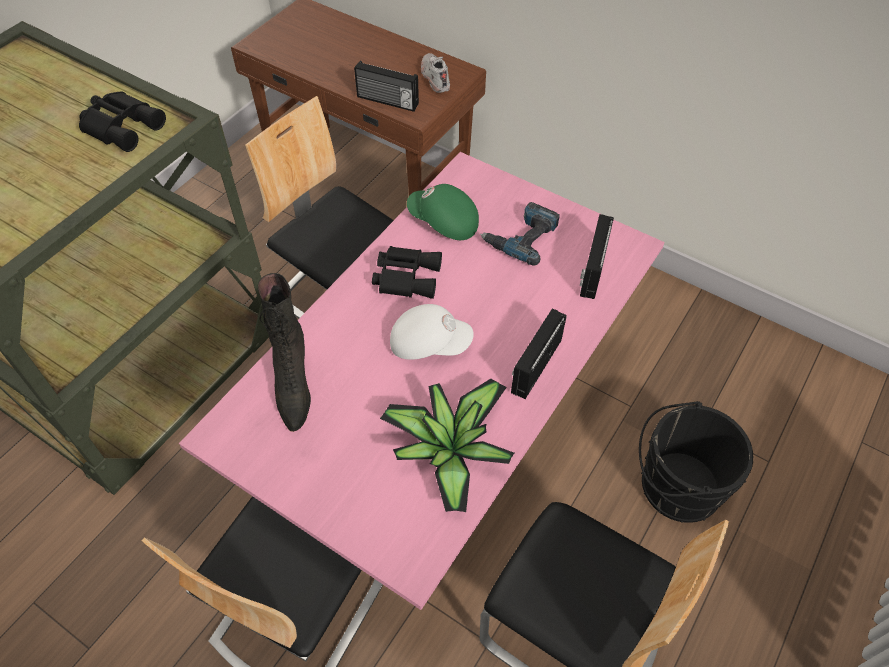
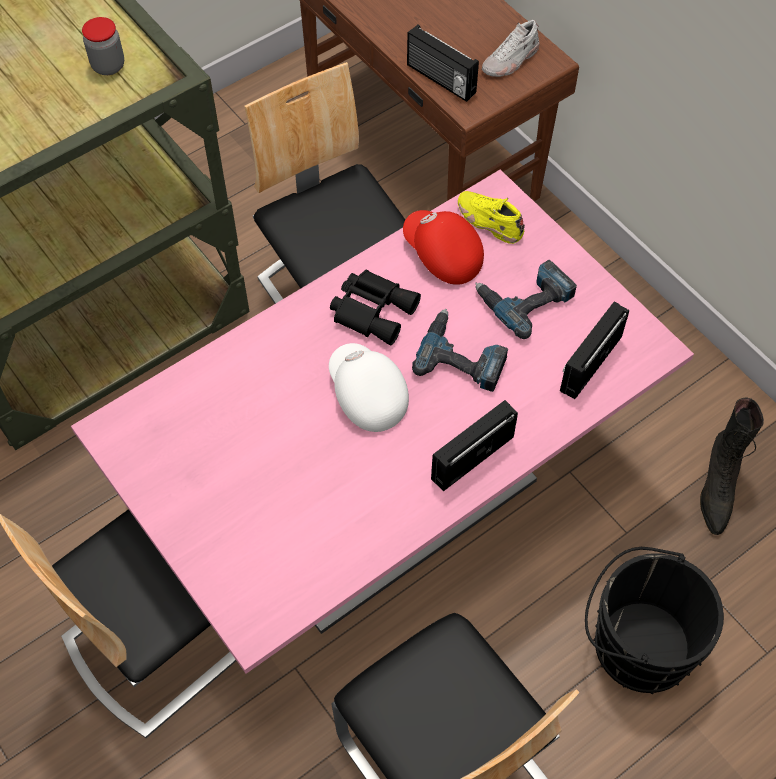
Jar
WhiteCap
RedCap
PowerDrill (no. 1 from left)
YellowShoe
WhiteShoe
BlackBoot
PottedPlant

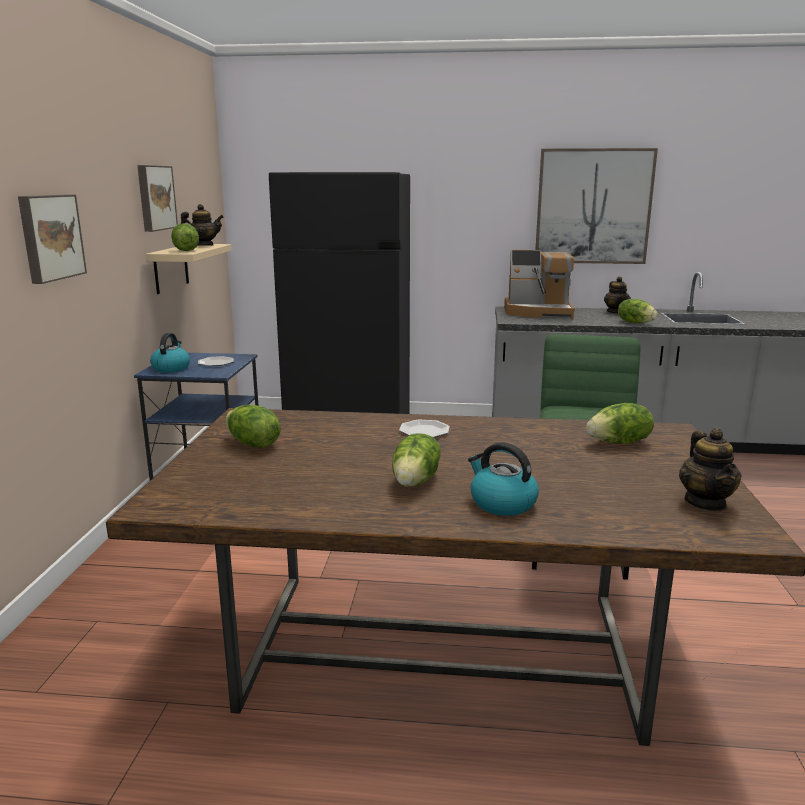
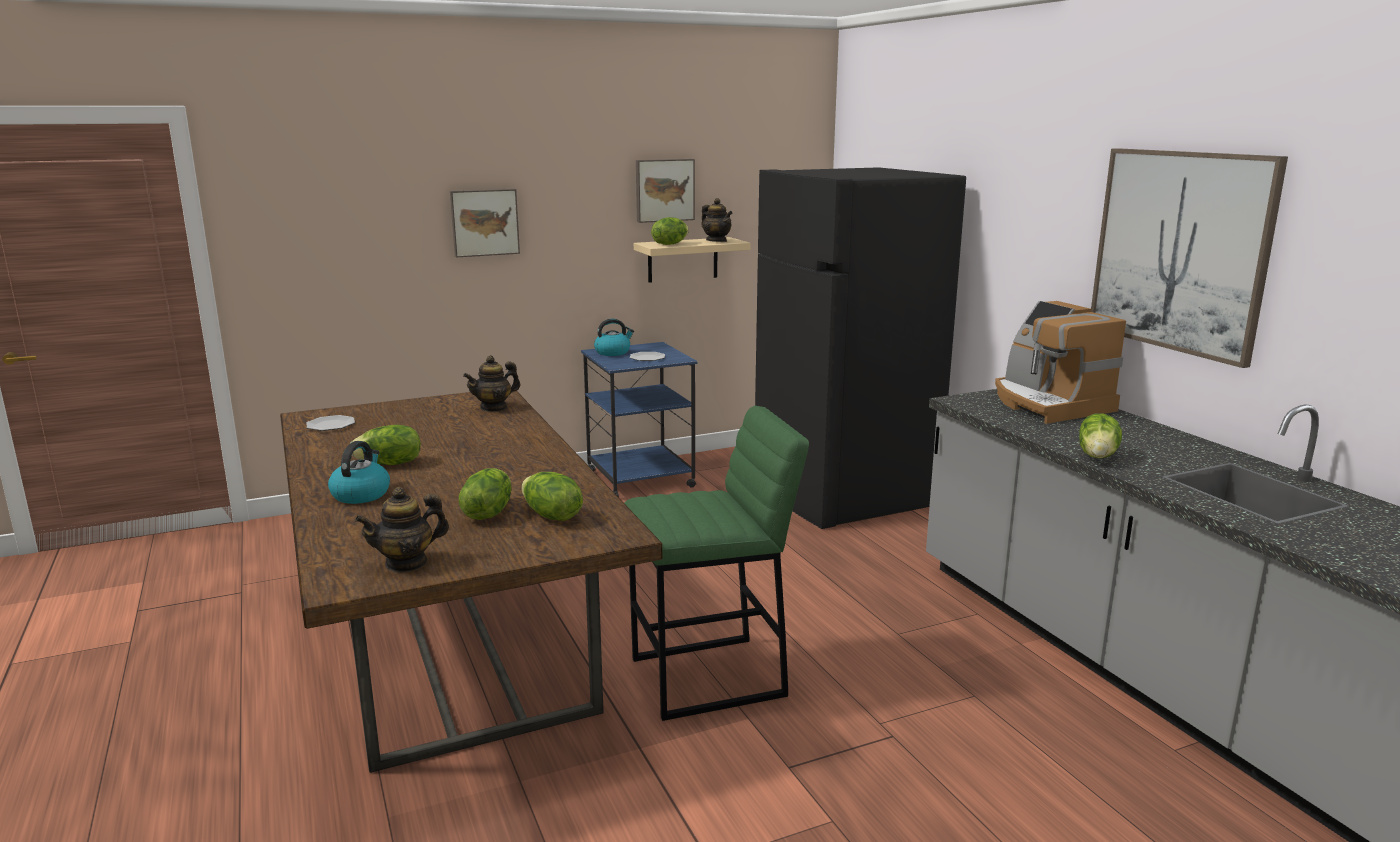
Plate (no. 1 from left)
Lettuce (no. 2 from left)
Teapot (no. 2 from left)

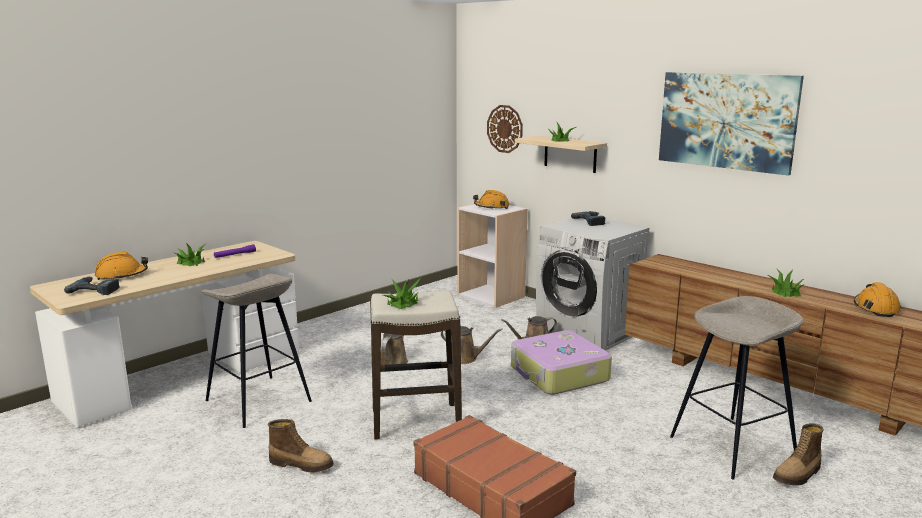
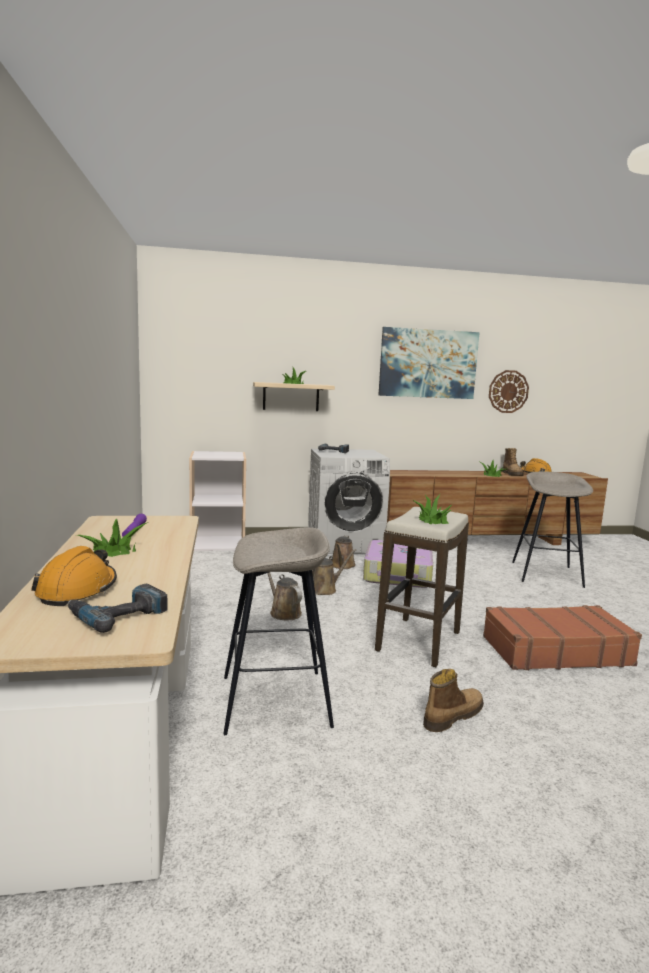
WallClock
Boot (no. 2 from left)
OrangeHardHat (no. 2 from left in the first image)

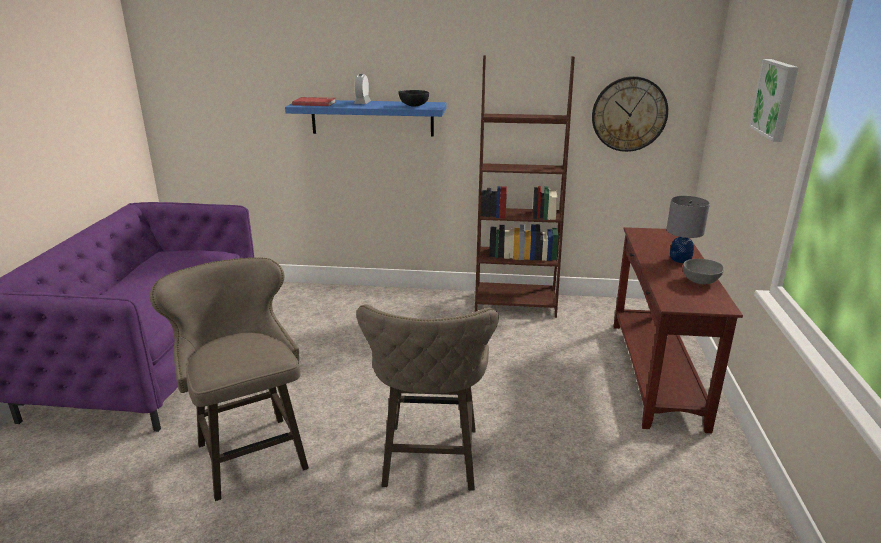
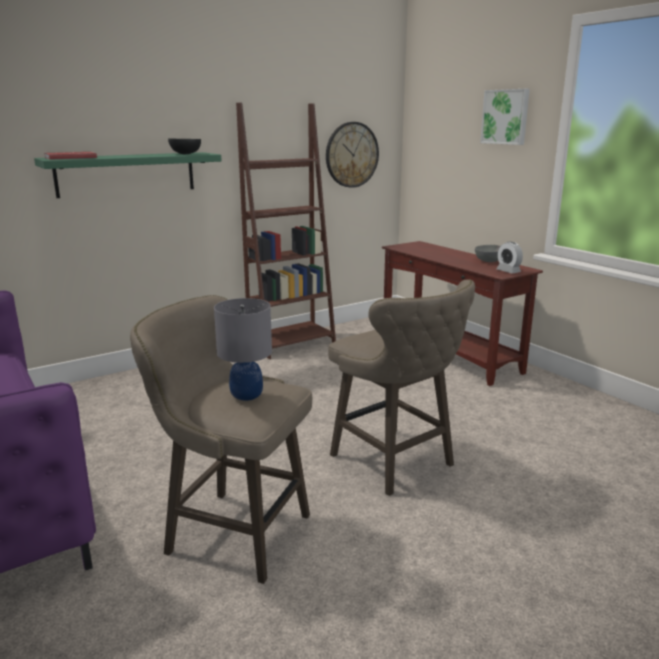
GreenShelf
GreyTableLamp
AlarmClock

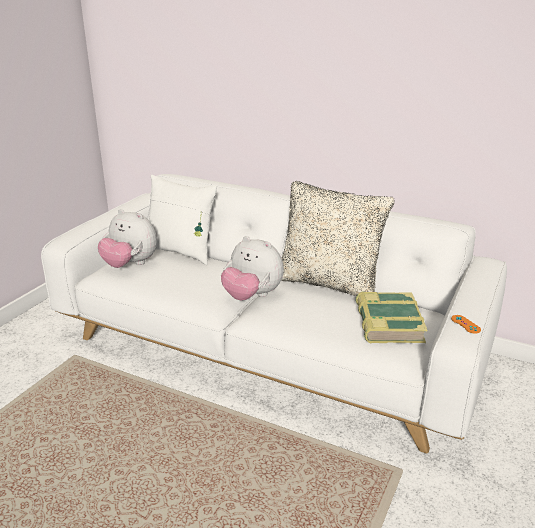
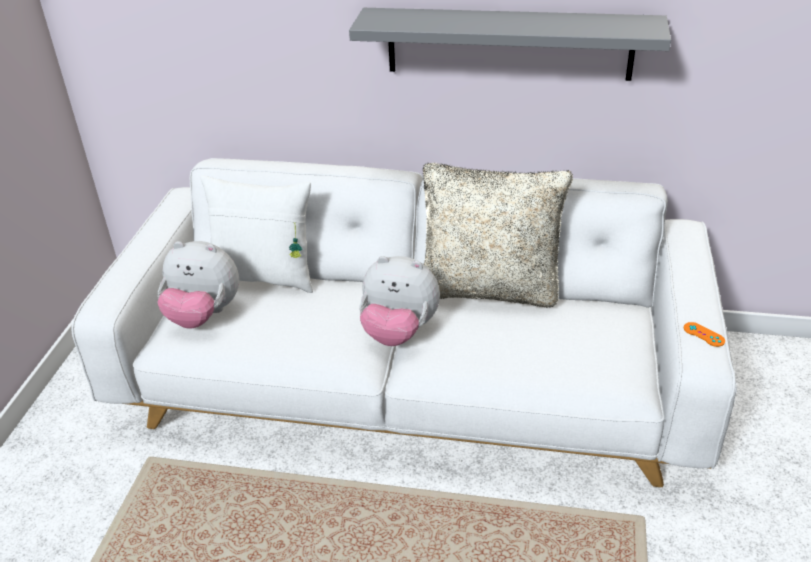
GreyShelf
Book

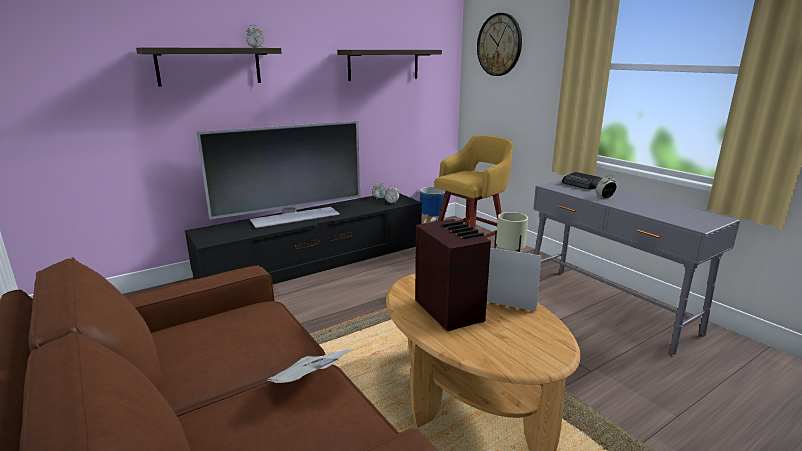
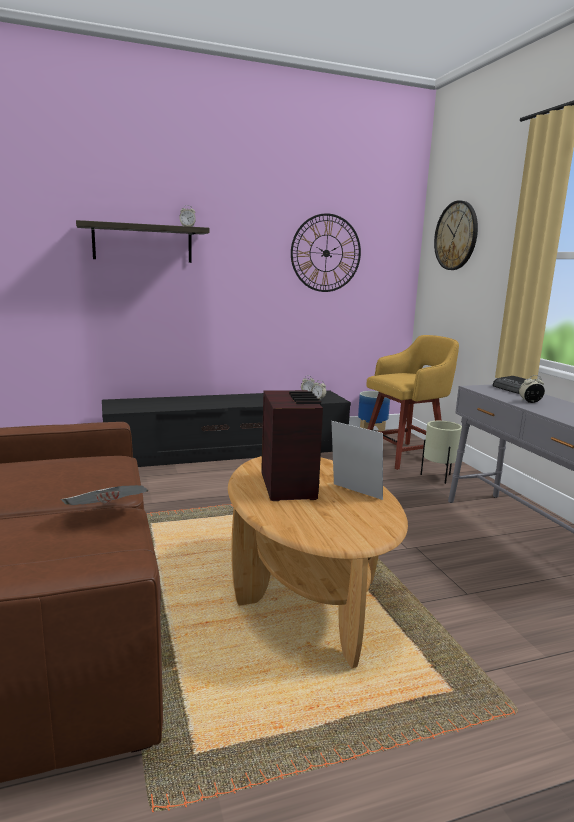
WallClock (no. 1 from left)
Television

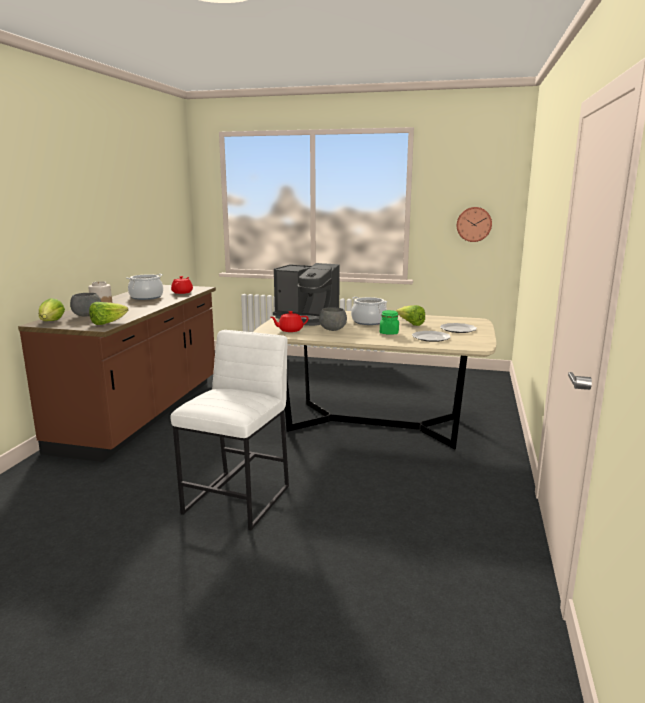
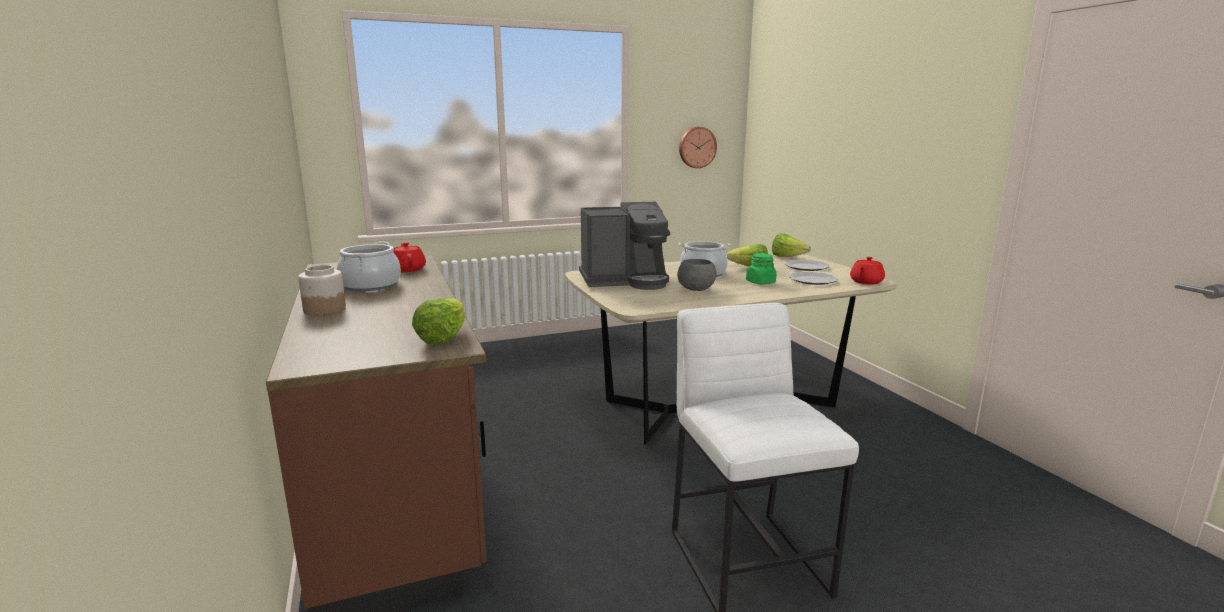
Lettuce (no. 3 from left)
RedTeapot (no. 2 from left)
GreyBowl (no. 1 from left in the first image)

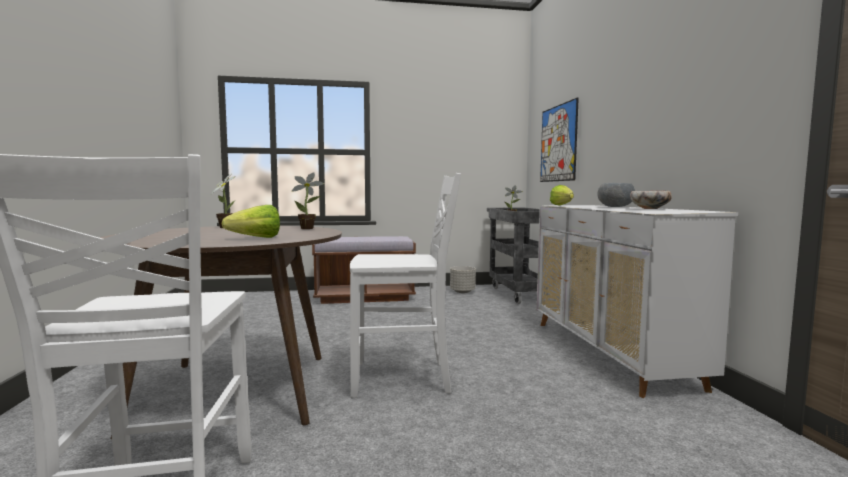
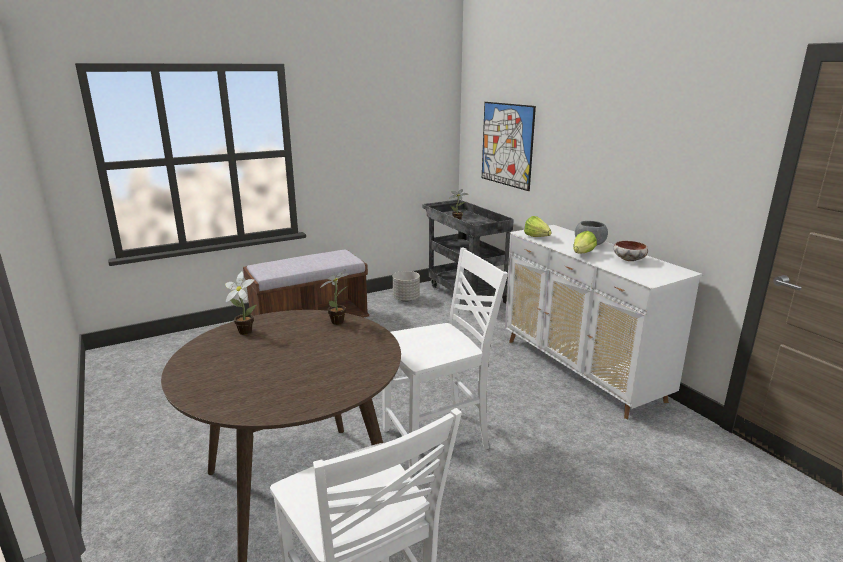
Lettuce (no. 2 from left)

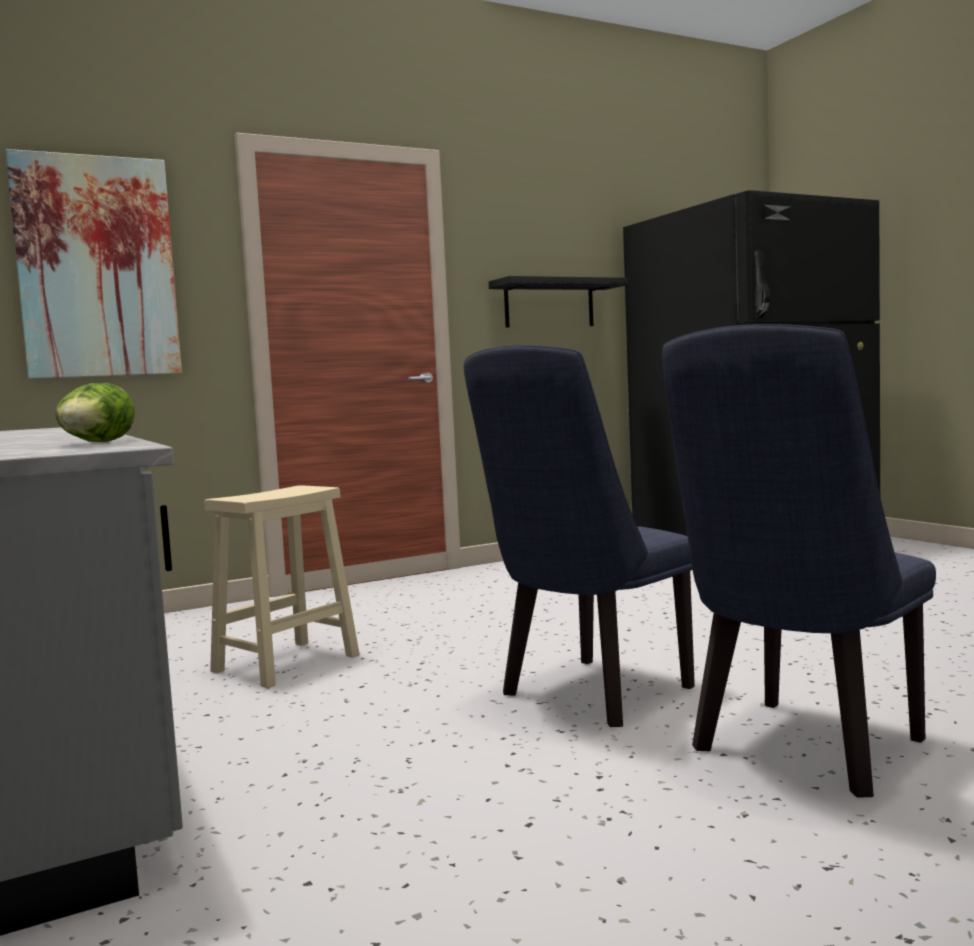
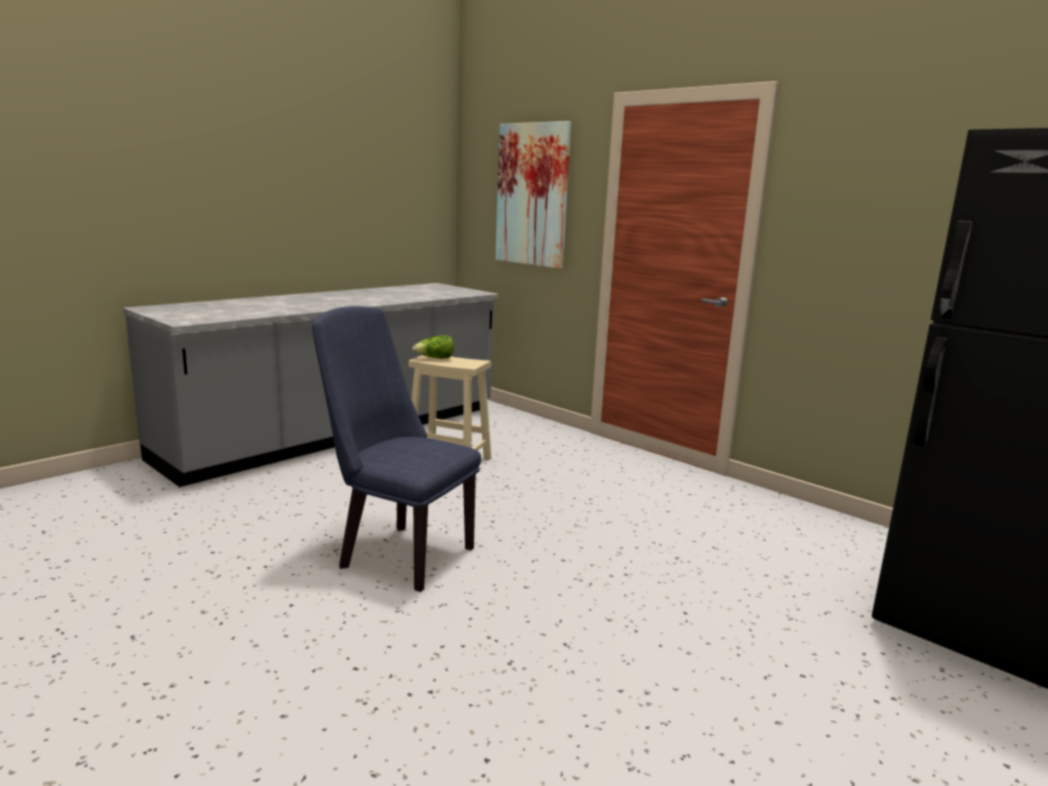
Lettuce
BlackShelf
BlueChair (no. 2 from left in the first image)

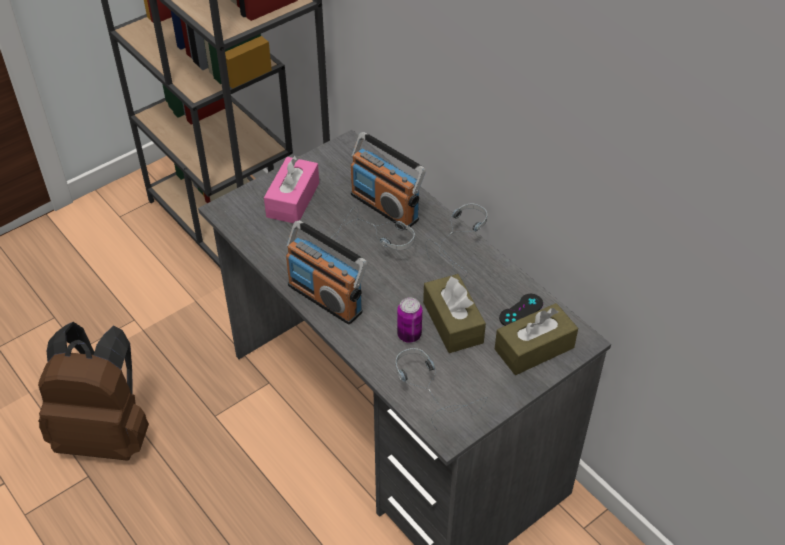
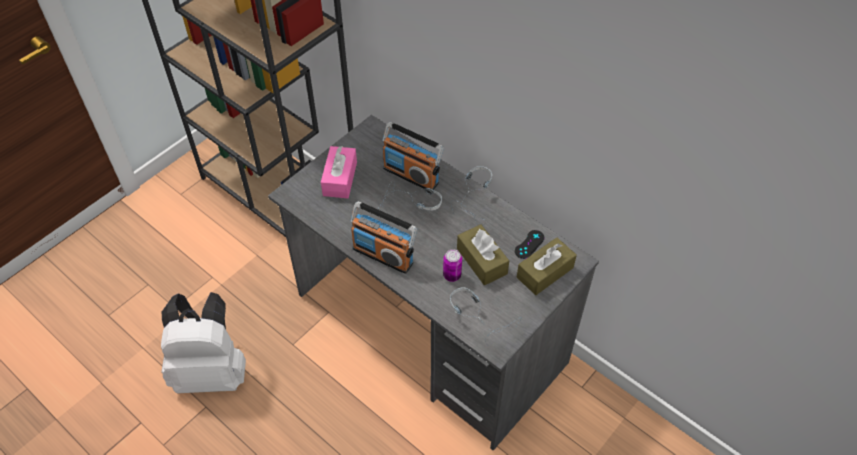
WhiteBackpack

